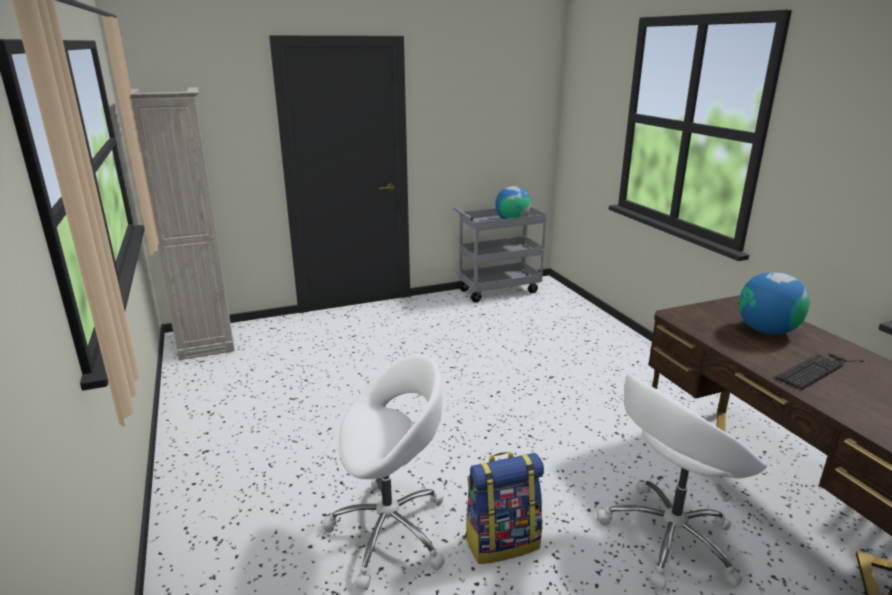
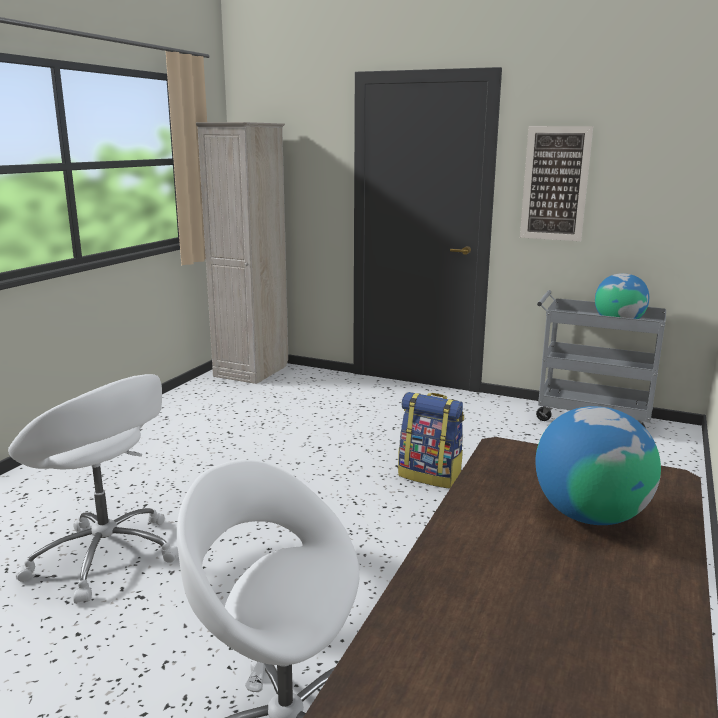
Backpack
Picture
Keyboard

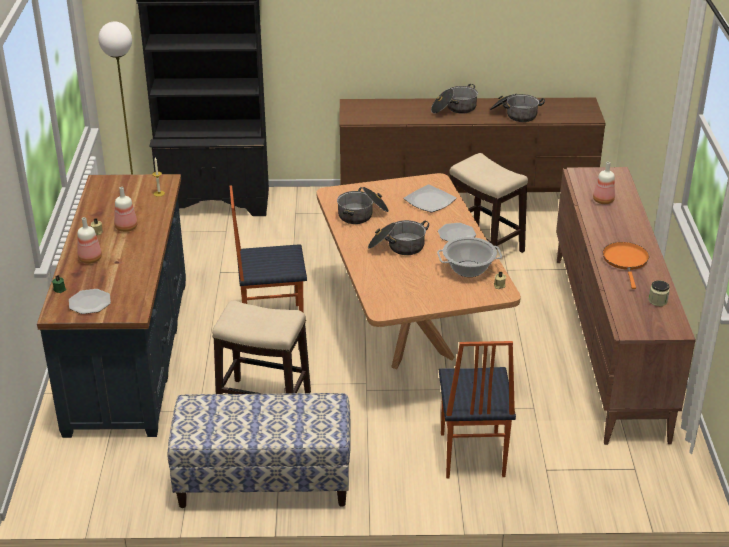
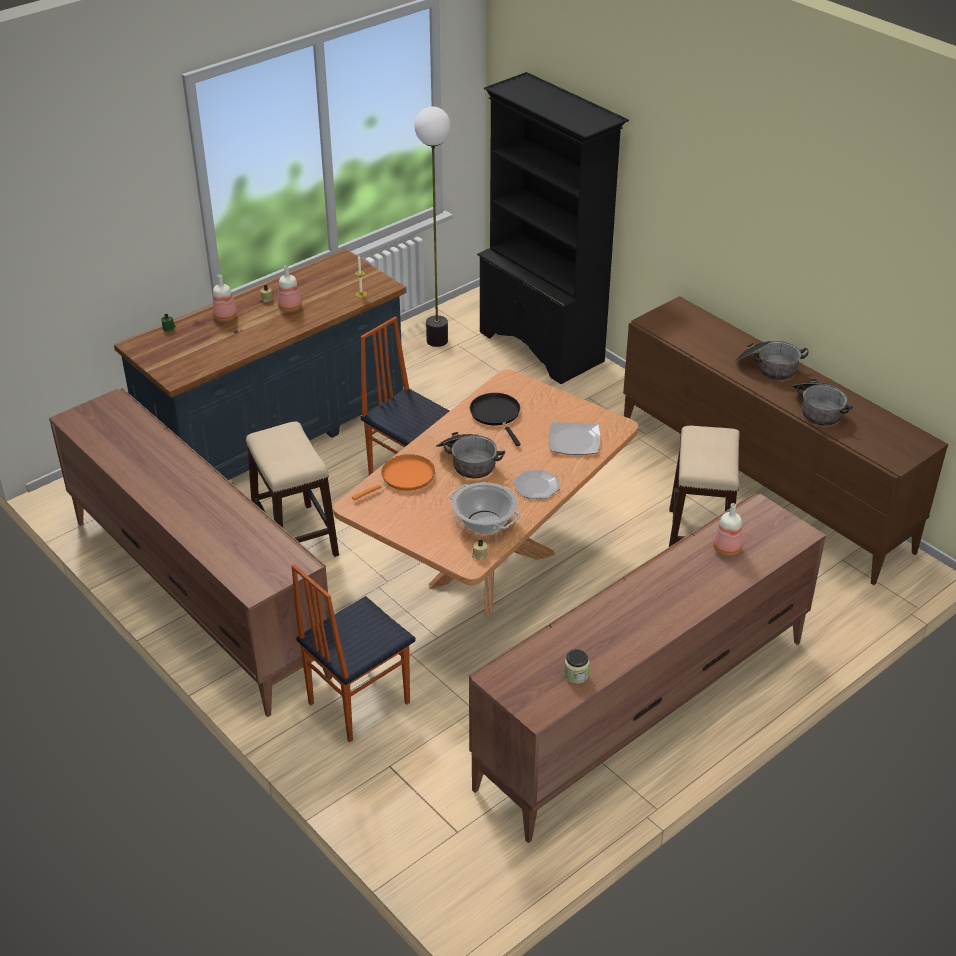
BrownCabinet (no. 1 from left)
OrangeFryingPan
BlackFryingPan
Plate (no. 1 from left in the first image)

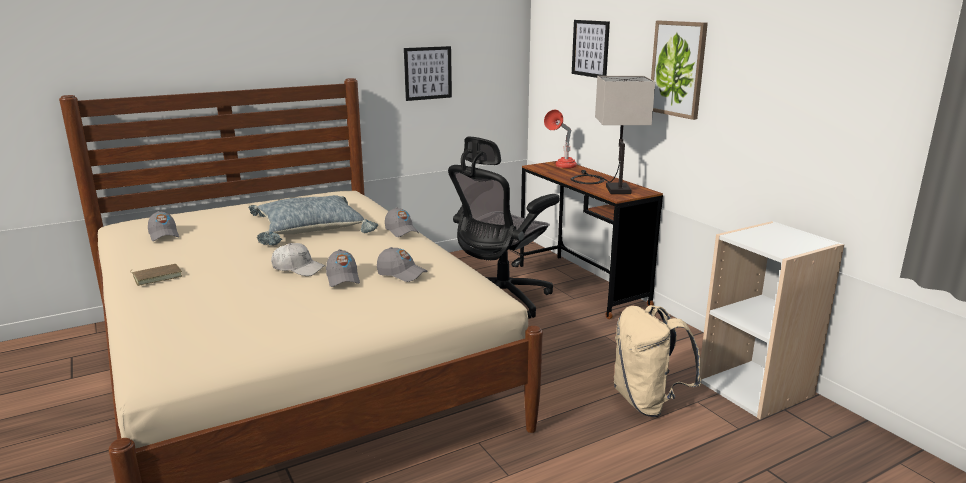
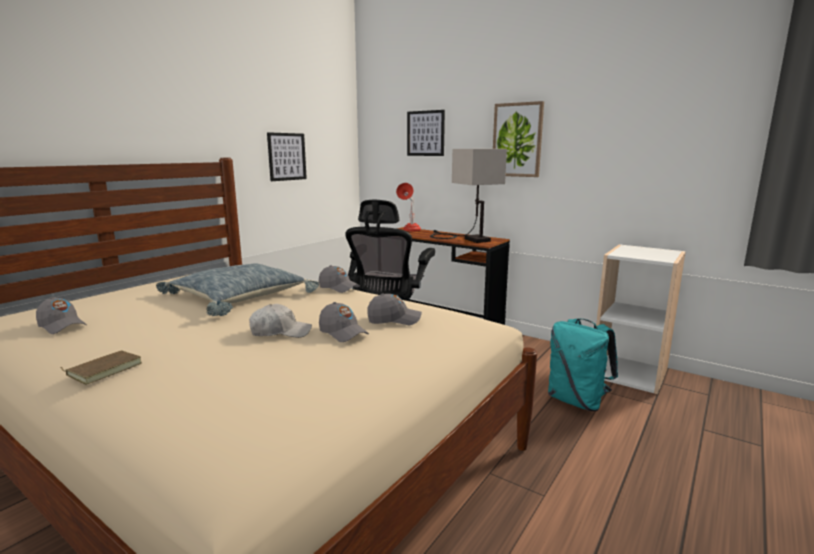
TurquoiseBackpack

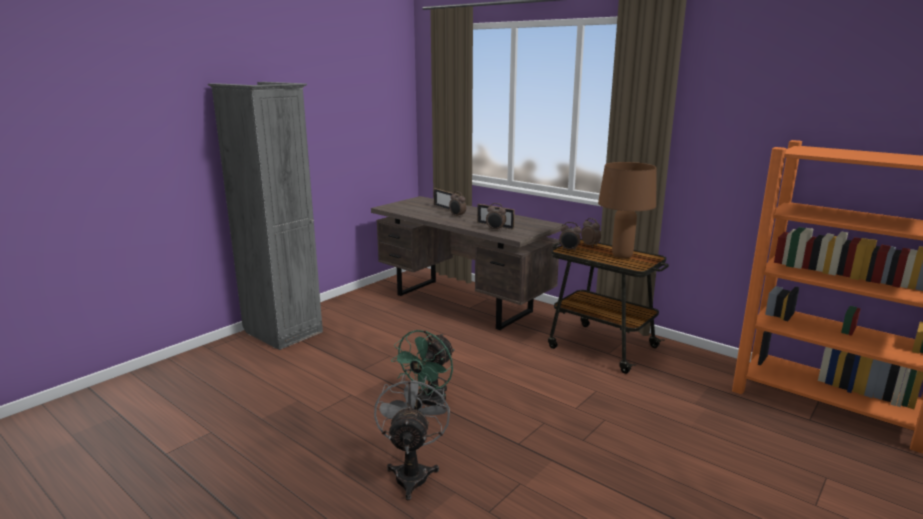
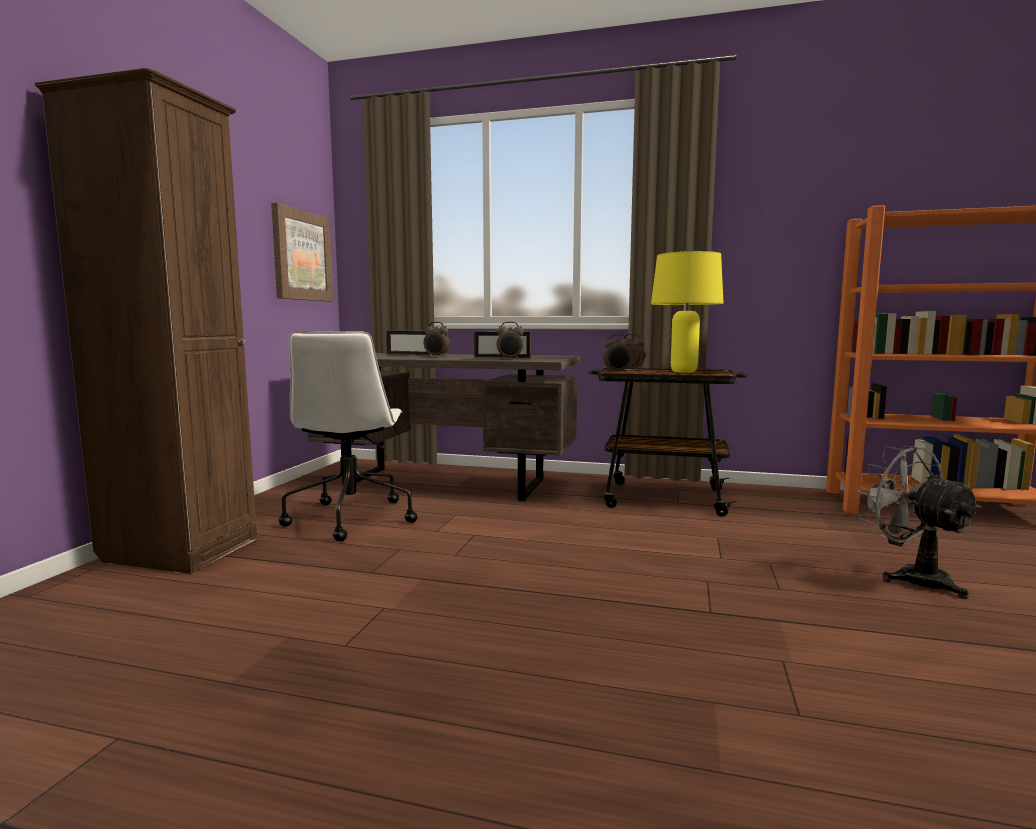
BrownCabinet
Picture
WhiteOfficeChair
YellowTableLamp
GreyFan
GreenFan

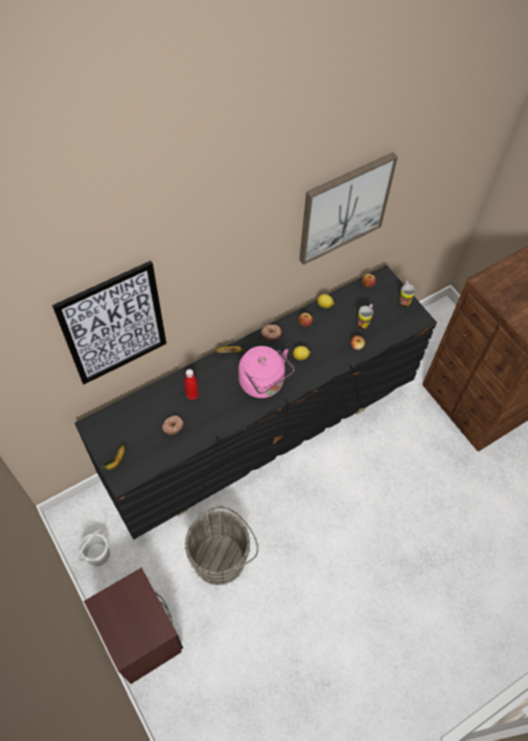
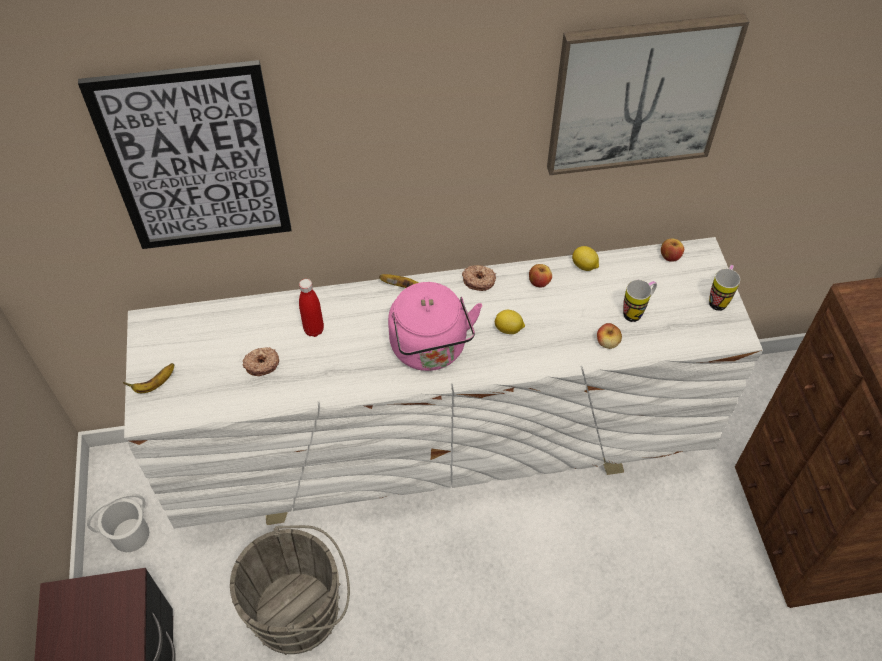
WhiteCabinet

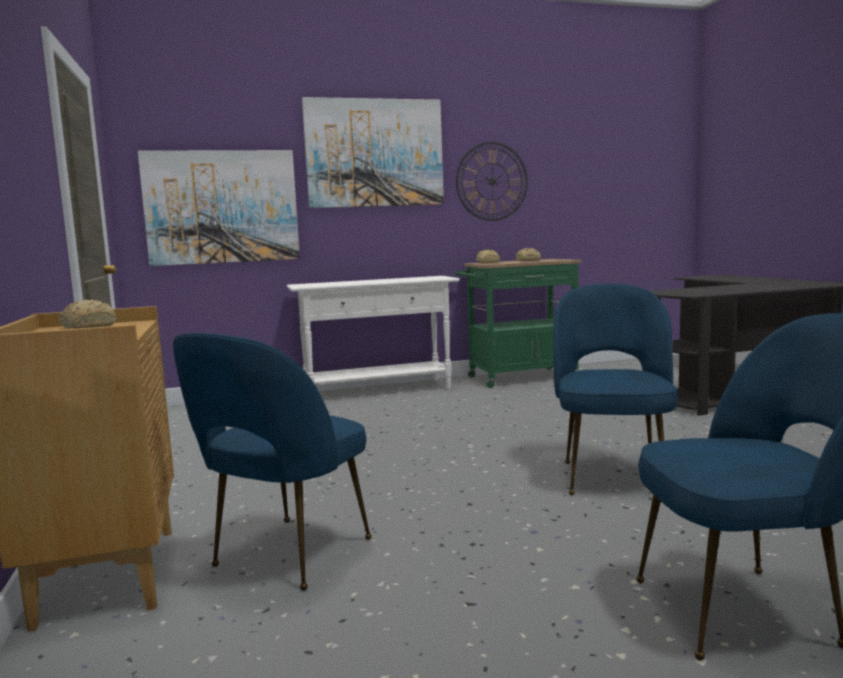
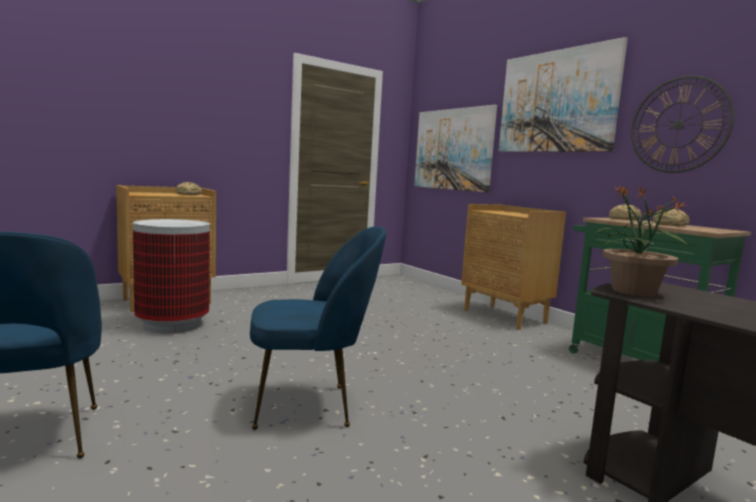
TrashCan
BrownCabinet (no. 2 from left)
PottedPlant

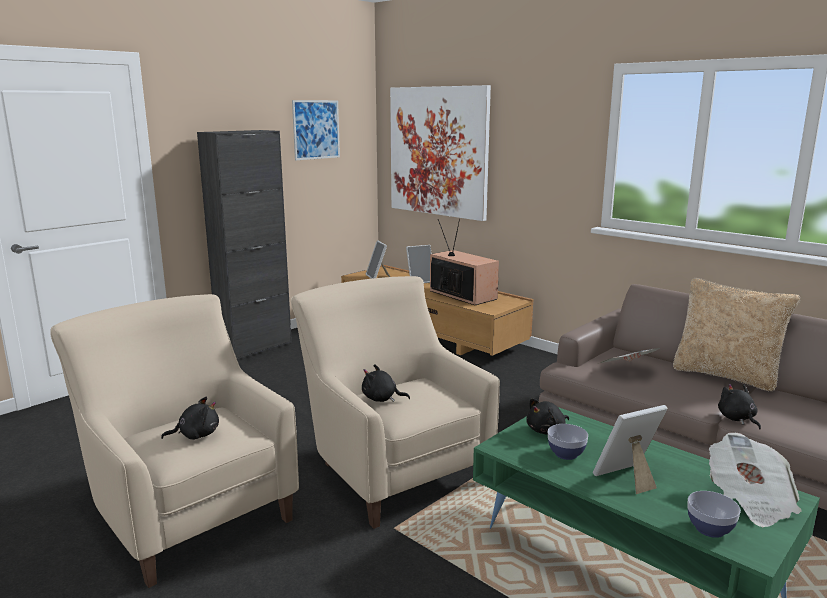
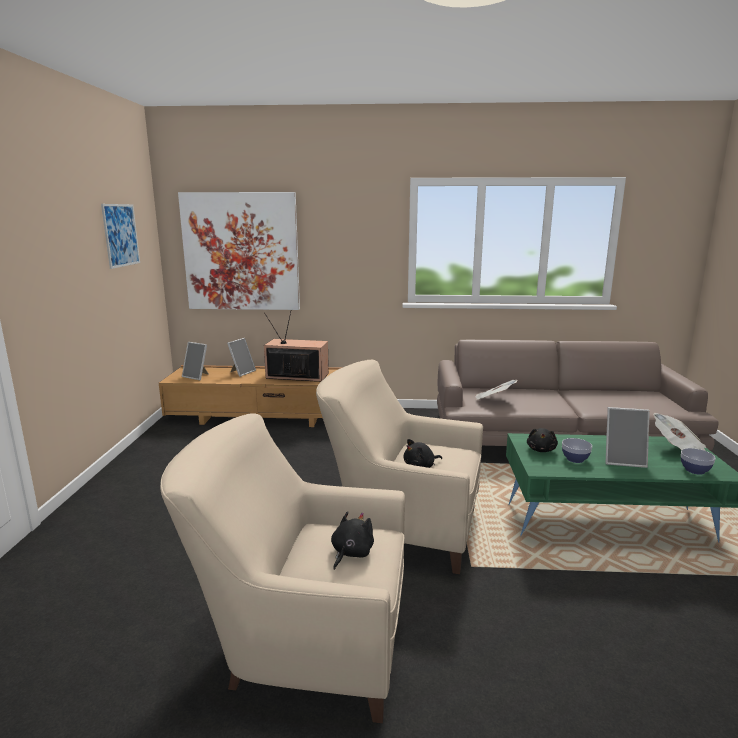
PictureFrame (no. 3 from left)
BlackCabinet
BeigePillow
BlackPlushToy (no. 4 from left in the first image)

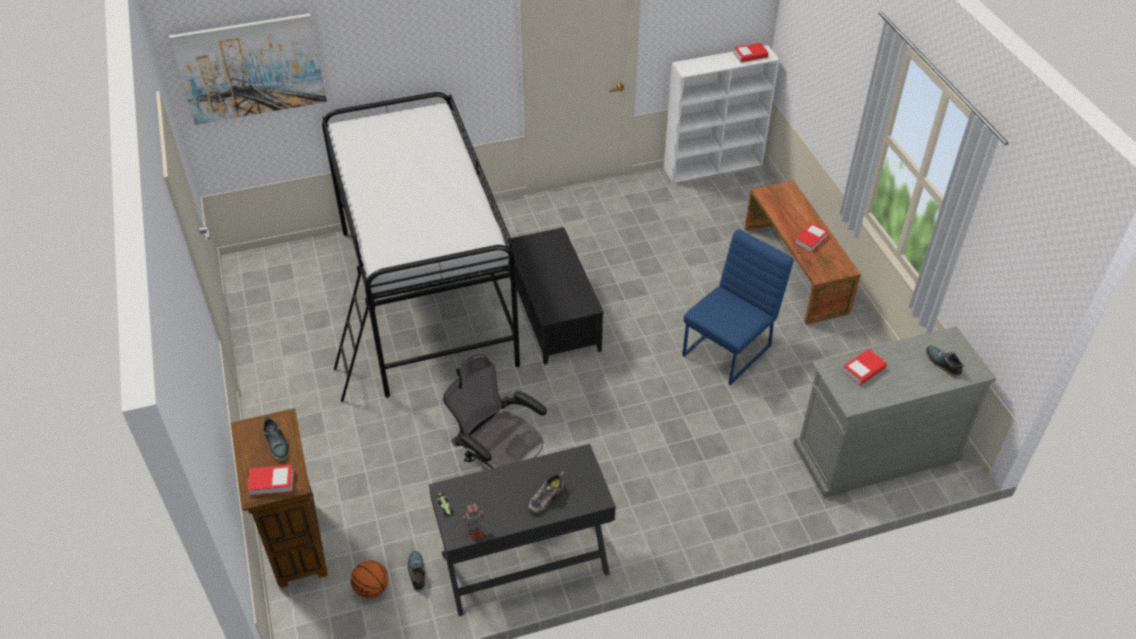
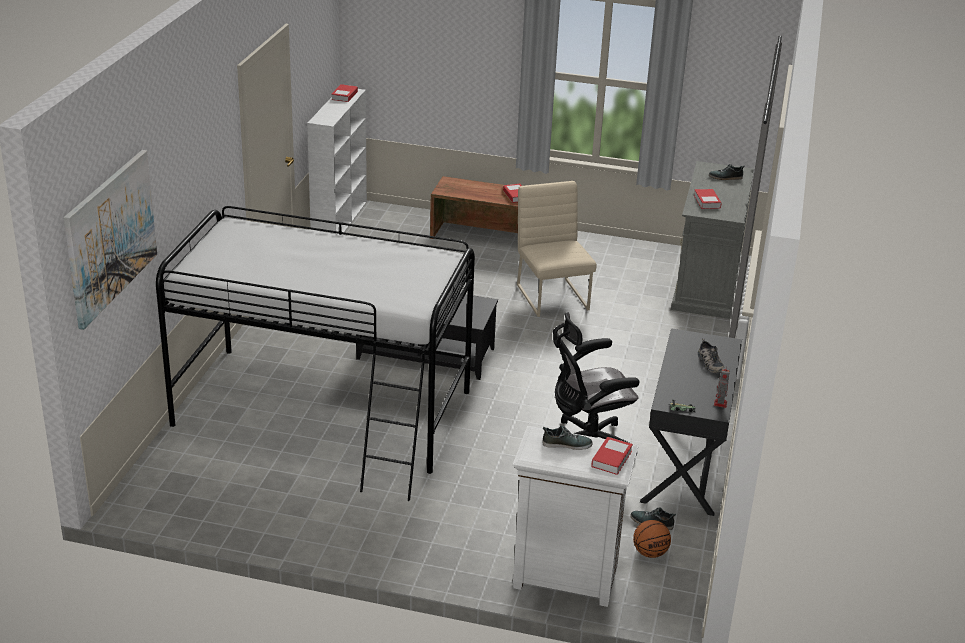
WhiteCabinet
BeigeChair

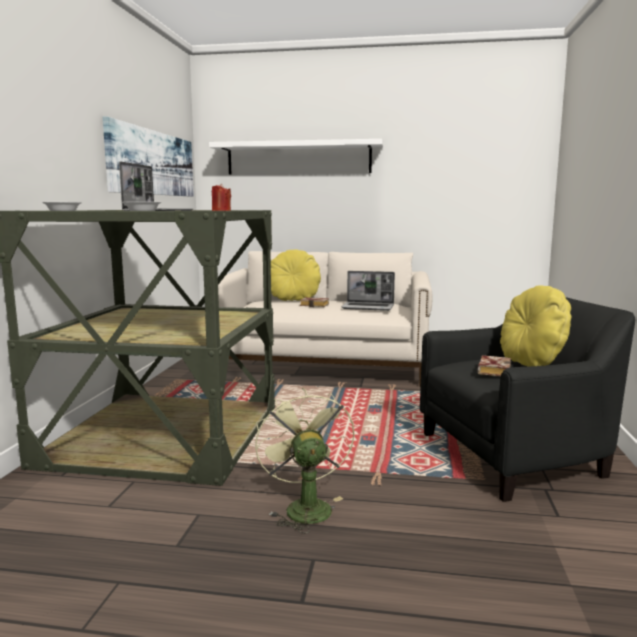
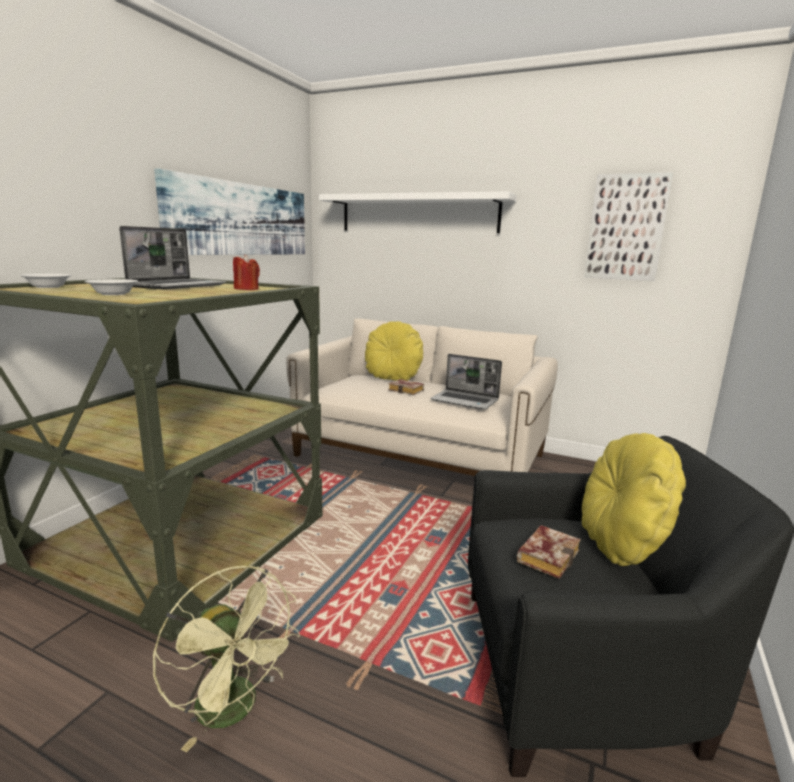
GreenFan
Picture (no. 2 from left)

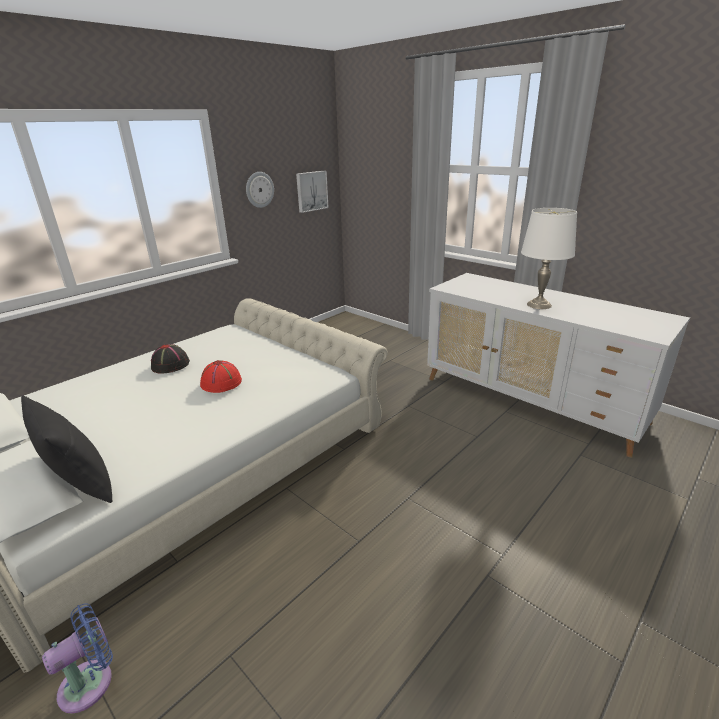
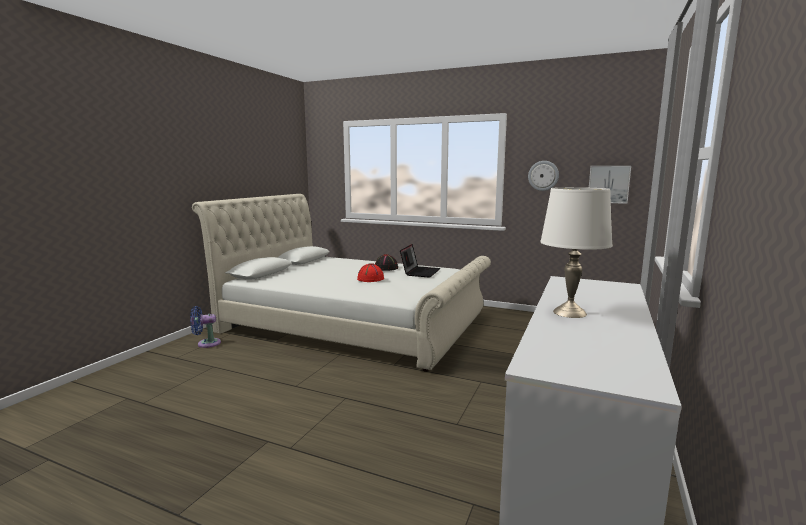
BlueFan
Laptop
BlackPillow

